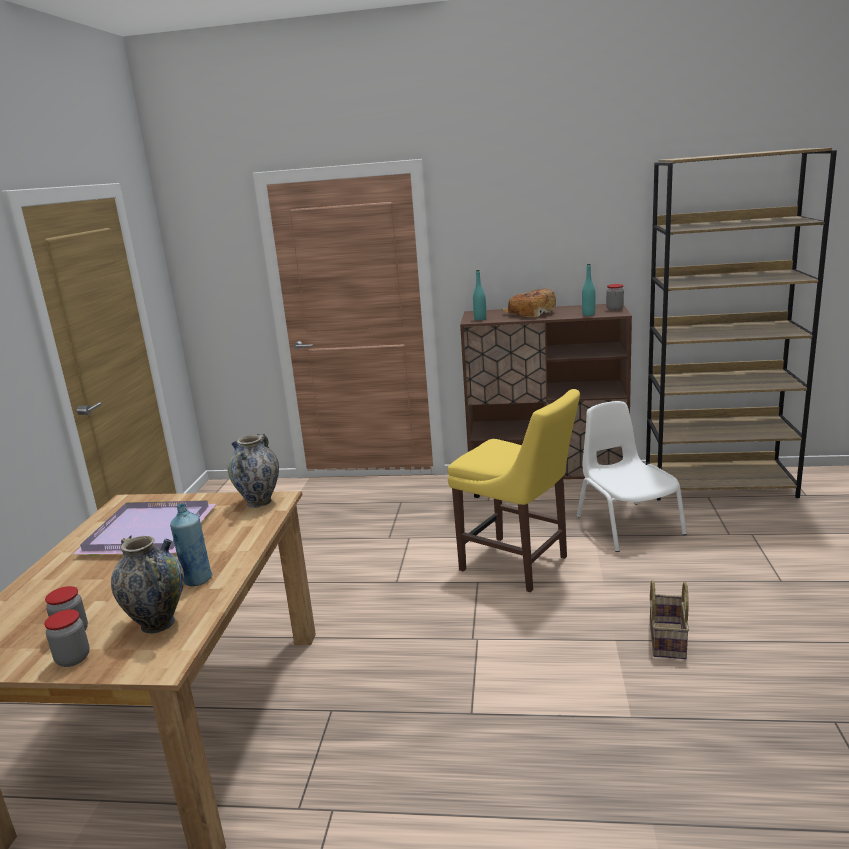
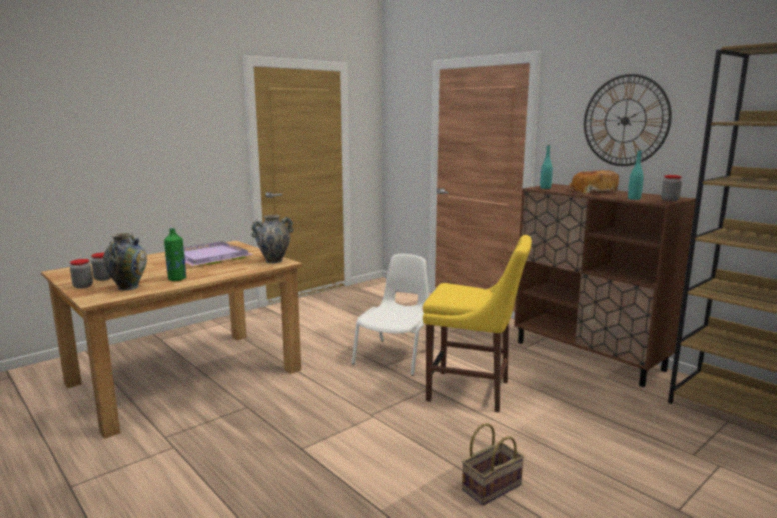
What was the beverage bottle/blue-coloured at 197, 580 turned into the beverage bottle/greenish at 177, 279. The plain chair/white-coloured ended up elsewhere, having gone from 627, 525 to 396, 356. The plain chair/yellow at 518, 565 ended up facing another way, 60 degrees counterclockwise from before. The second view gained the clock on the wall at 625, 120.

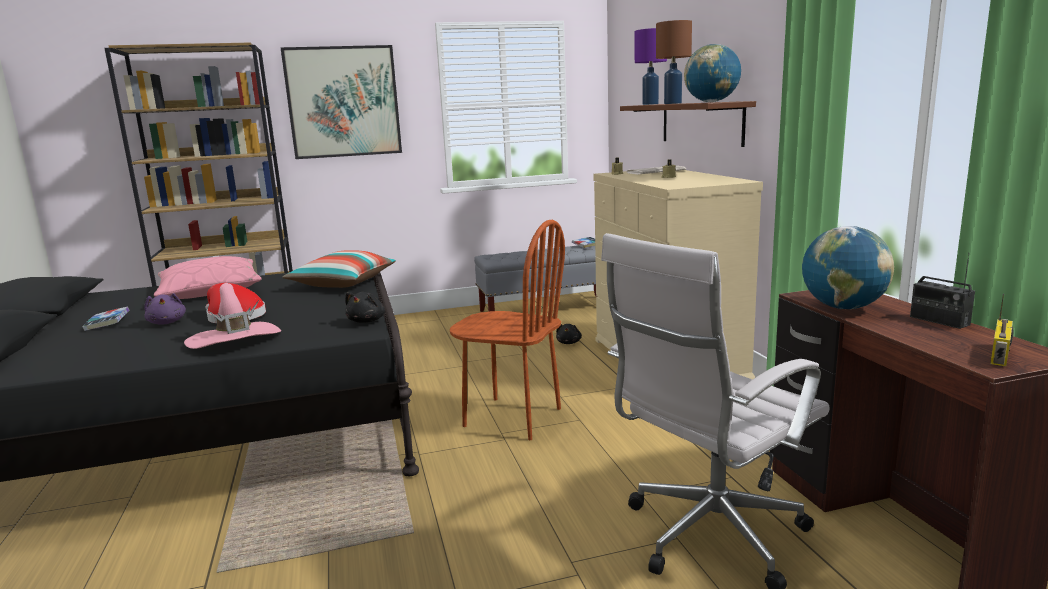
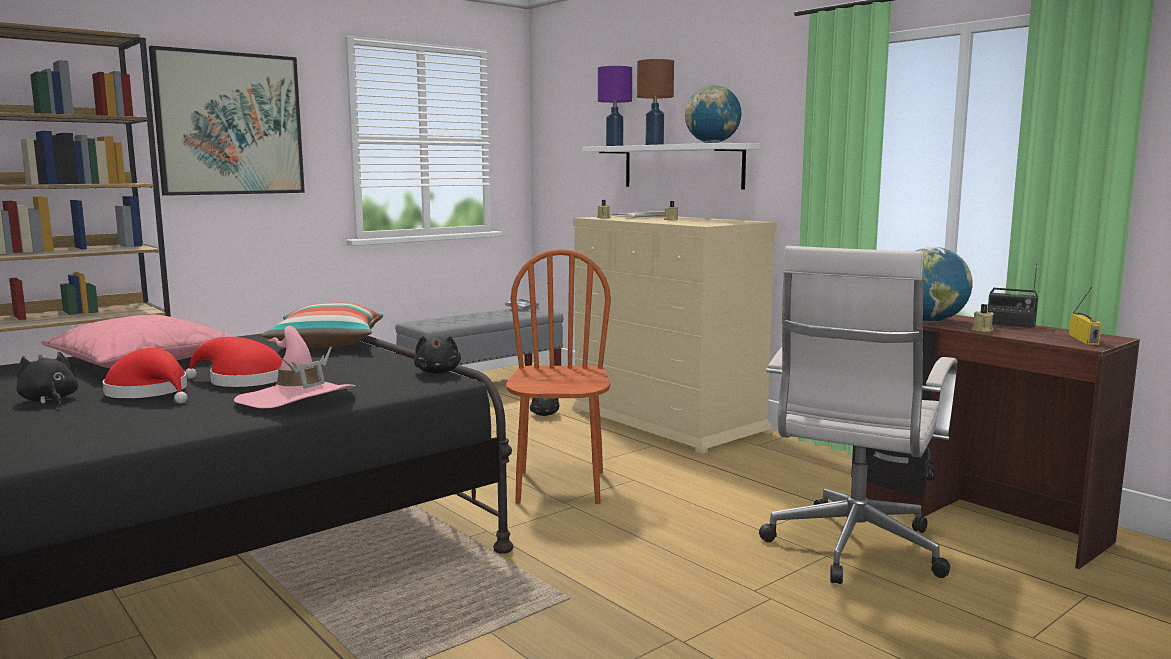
Where the volume stood at 107, 323, the cuddly toy/black-coloured came to stand at 49, 400. Where the cuddly toy/purple stood at 167, 322, the wearable hat/red-coloured came to stand at 151, 393. The plain chair/brown-coloured at 512, 417 ended up facing another way, 90 degrees counterclockwise from before. What was the bracket shelf/brown-coloured at 700, 123 turned into the bracket shelf/white-coloured at 682, 166. The second view gained the wax light/sand-coloured at 982, 330.

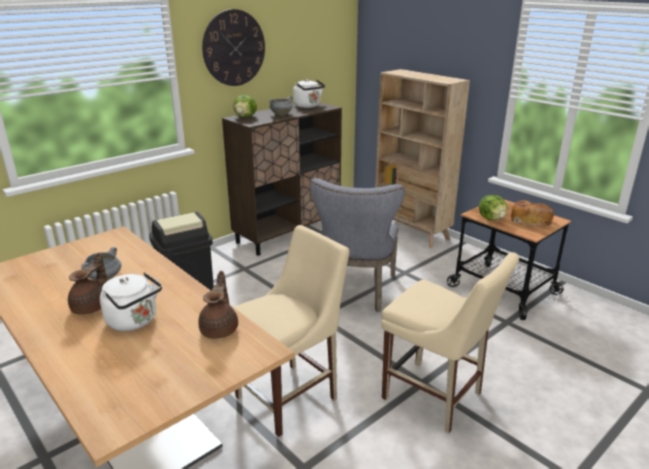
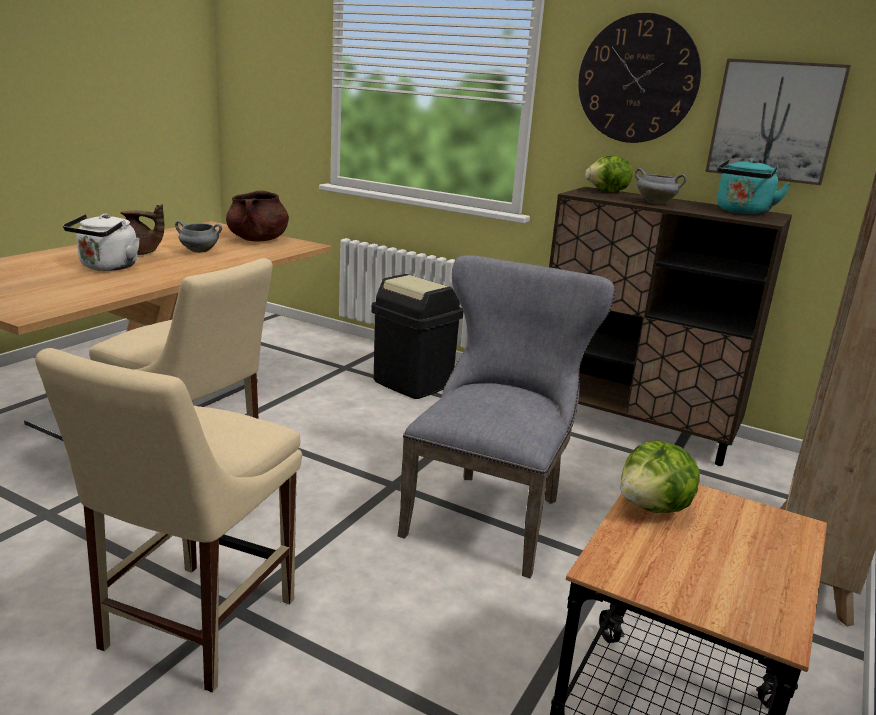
The second view gained the saucepot/brown-coloured at 258, 240. The plain chair/grey at 357, 292 ended up facing another way, 120 degrees clockwise from before. The second view gained the wall art at 774, 121. What was the tea kettle/white-coloured at 308, 106 turned into the tea kettle/turquoise at 742, 212. The second view lost the teapot/brown-coloured at 220, 329. The second view lost the bakery bread at 530, 220.

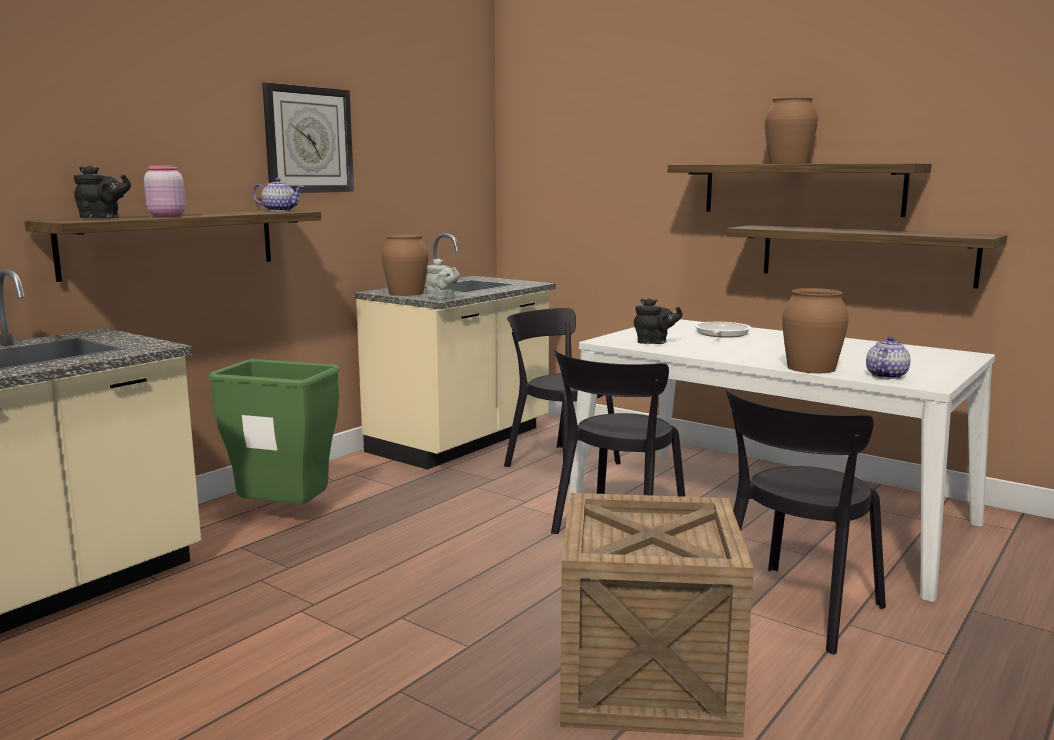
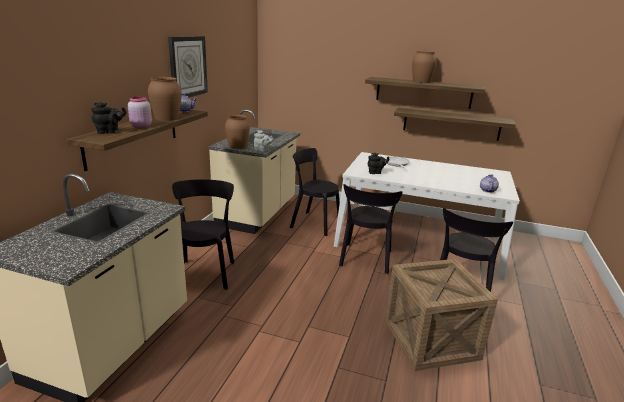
The decorative vase/brown-coloured ended up elsewhere, having gone from 810, 368 to 166, 118. Where the waste bin/greenish stood at 286, 515, the plain chair/black-coloured came to stand at 205, 273.

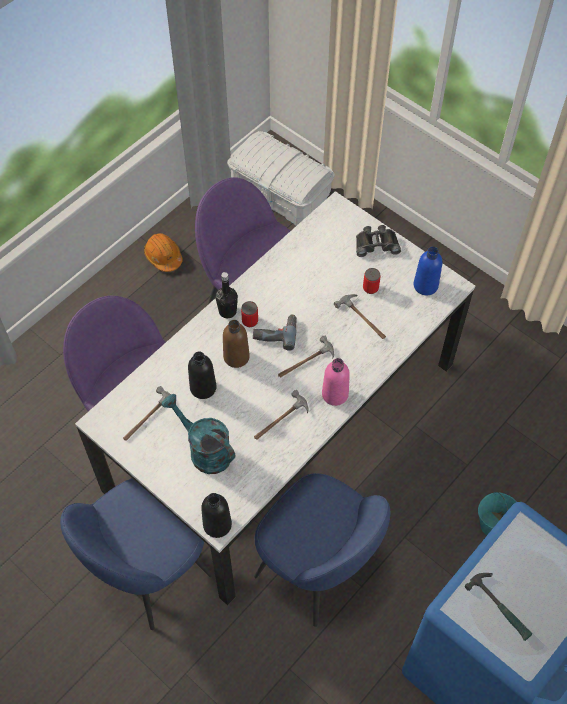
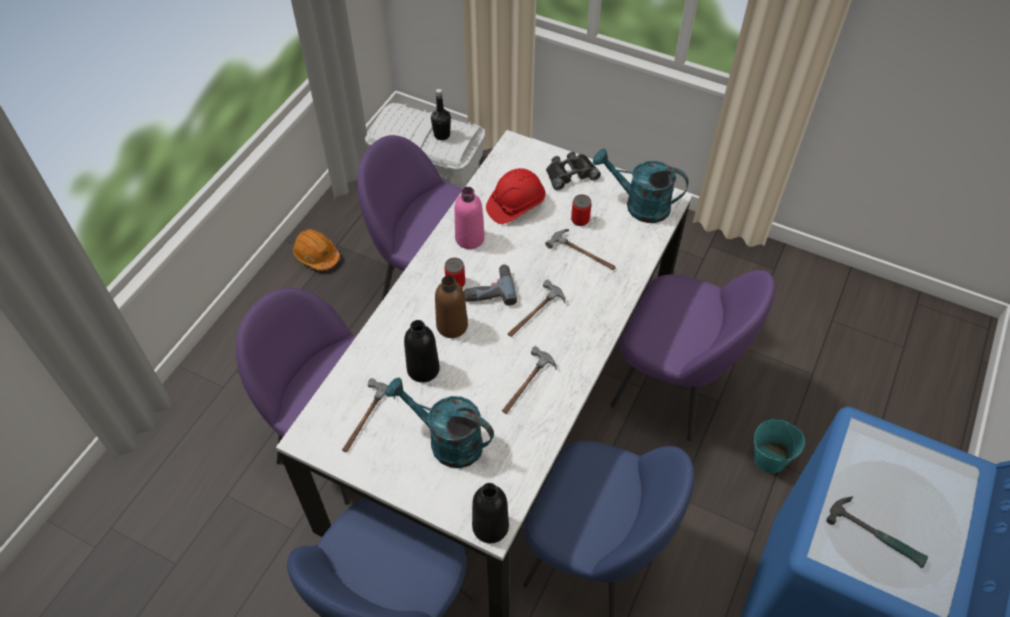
The beverage bottle/black-coloured ended up elsewhere, having gone from 227, 311 to 442, 135. The beverage bottle/pink-coloured ended up elsewhere, having gone from 335, 394 to 469, 238. The second view gained the safety helmet/red-coloured at 515, 205. Where the beverage bottle/blue-coloured stood at 425, 285, the sprinkling can/turquoise came to stand at 639, 205. The second view gained the plain chair/purple at 673, 385.

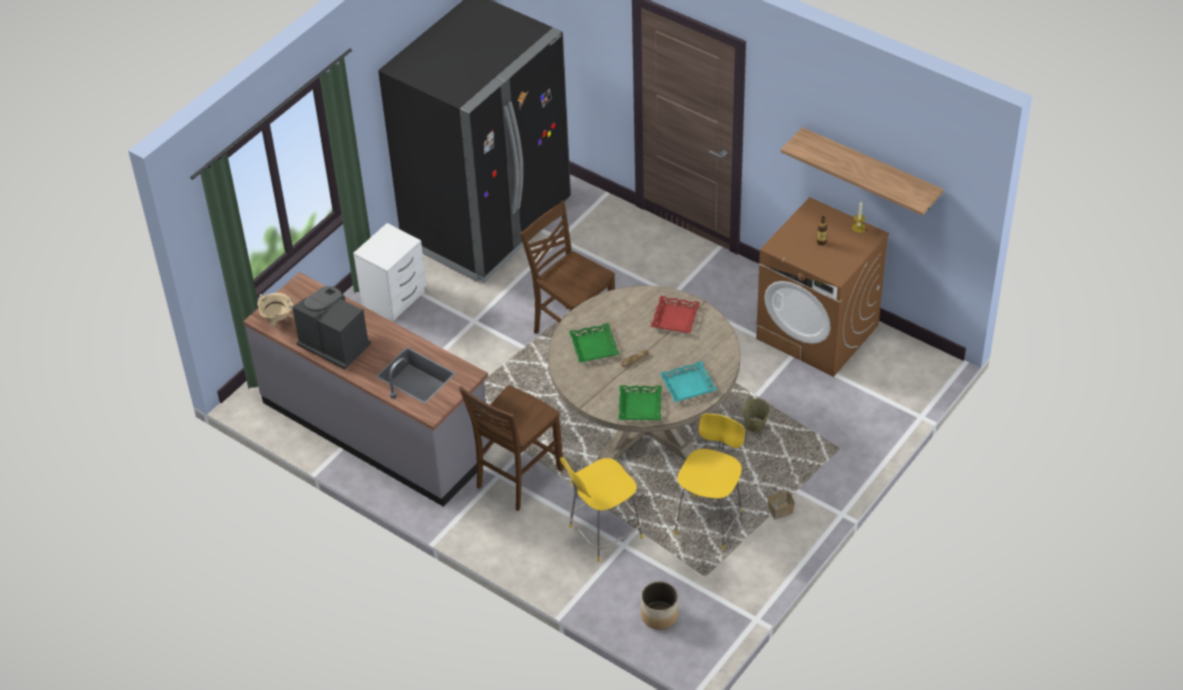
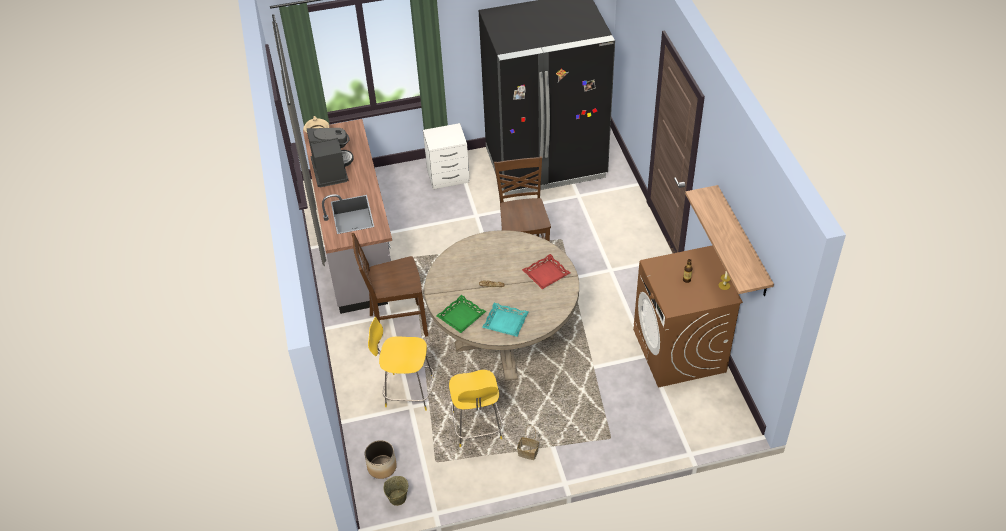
The water bucket/sand-coloured ended up elsewhere, having gone from 755, 425 to 397, 498. The plain chair/yellow at 709, 521 ended up facing another way, 105 degrees clockwise from before. The second view lost the carrying tray/greenish at 593, 346.

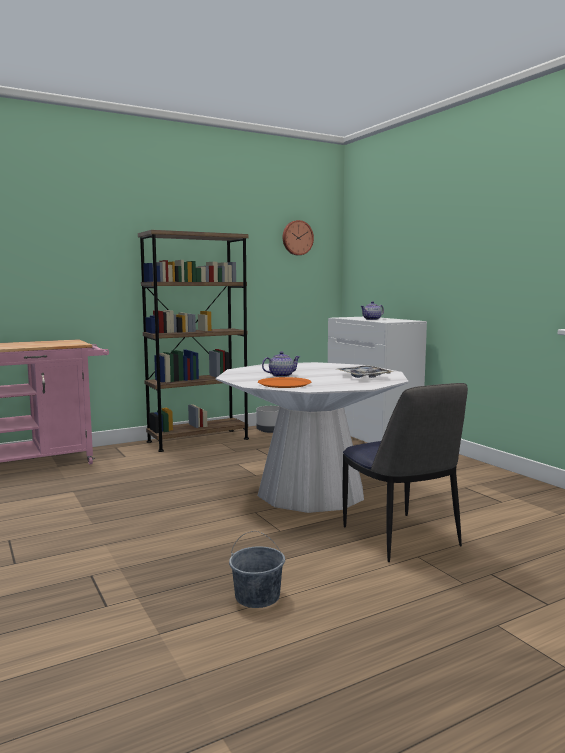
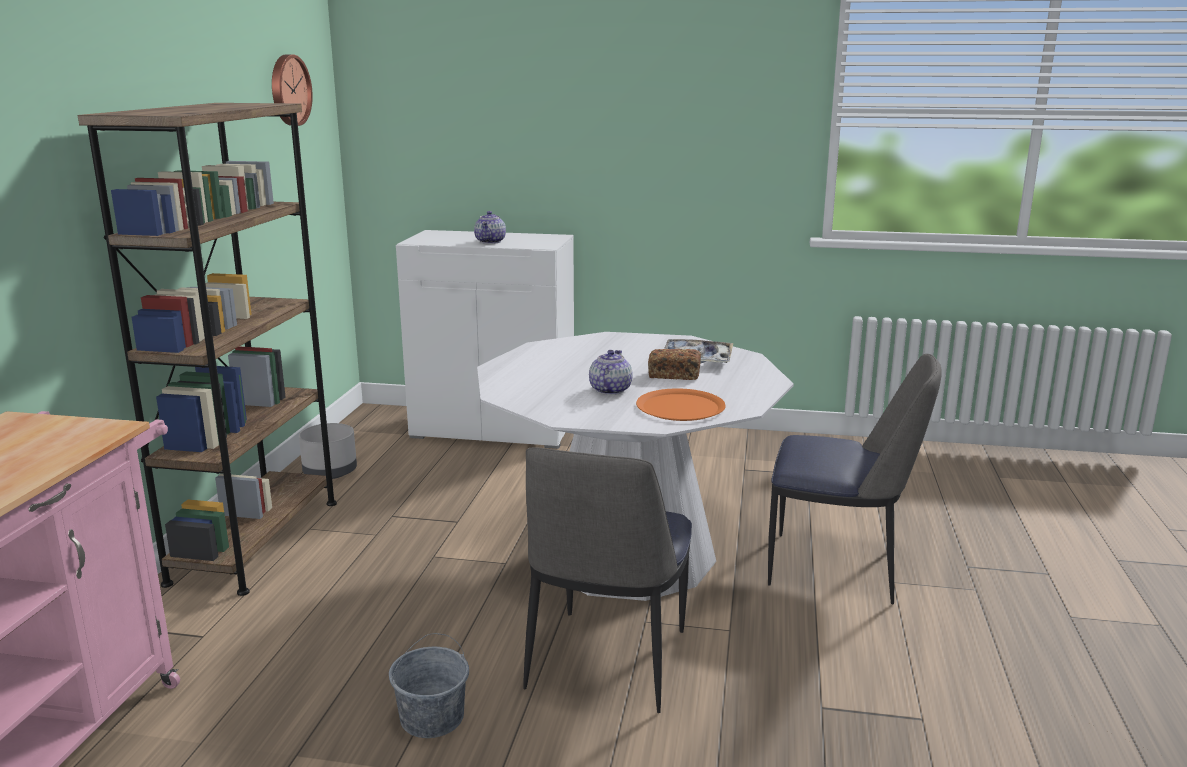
The water bucket/grey ended up elsewhere, having gone from 258, 597 to 432, 718. The second view gained the plain chair at 606, 663. The second view gained the bakery bread at 674, 375.

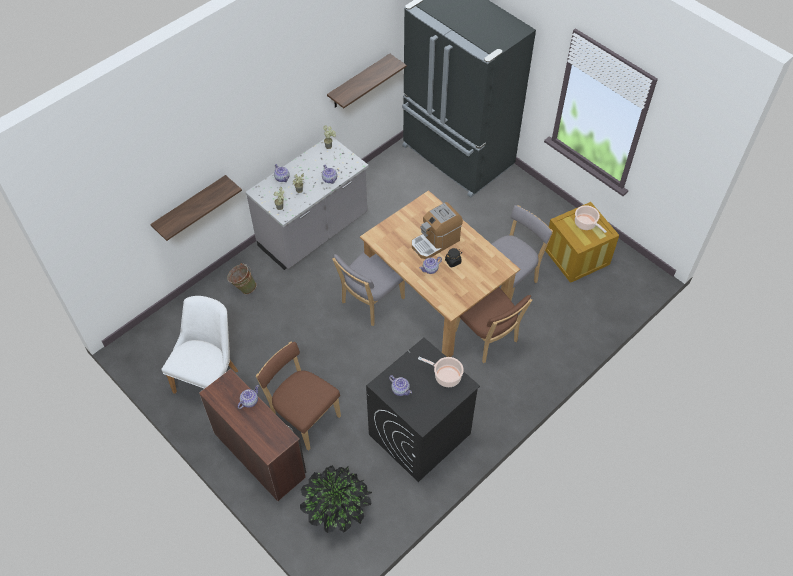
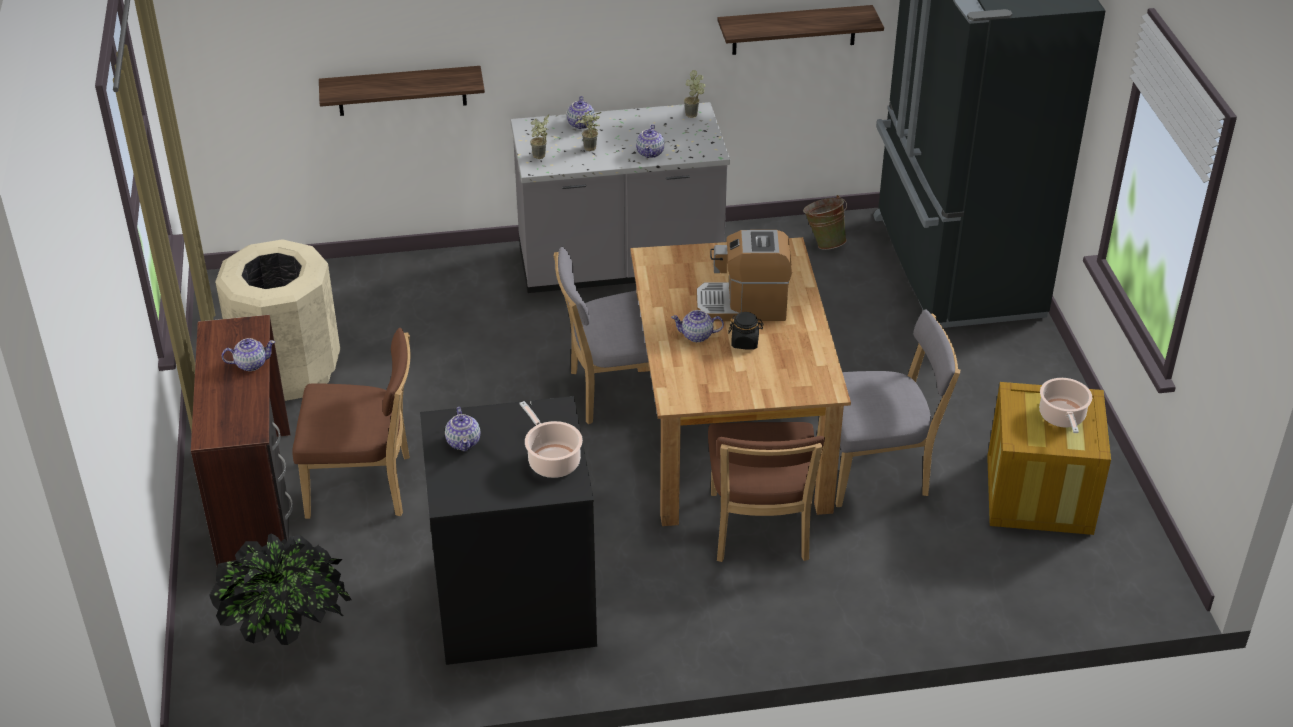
Where the plain chair/white-coloured stood at 210, 376, the waste bin/sand-coloured came to stand at 289, 371. The plain chair/brown-coloured at 303, 417 ended up facing another way, 105 degrees clockwise from before. The water bucket/greenish ended up elsewhere, having gone from 243, 288 to 824, 243.

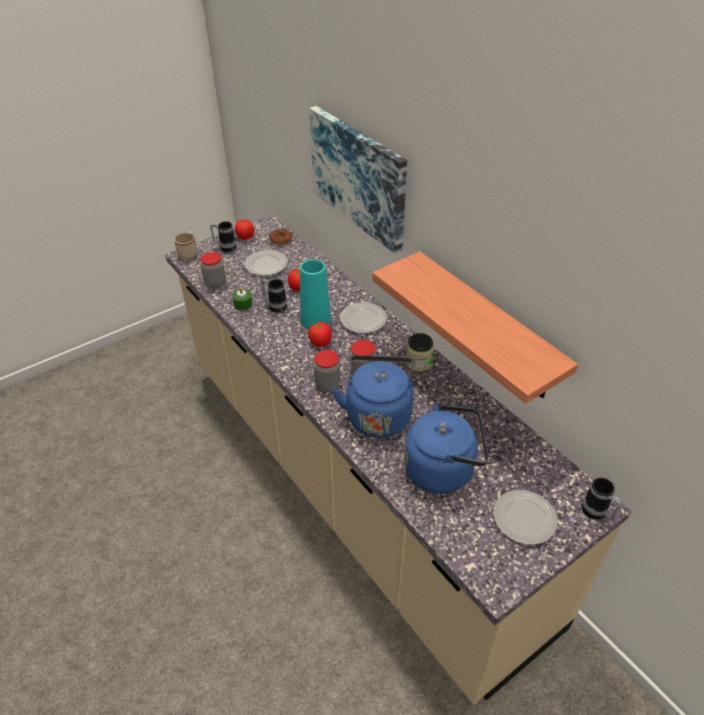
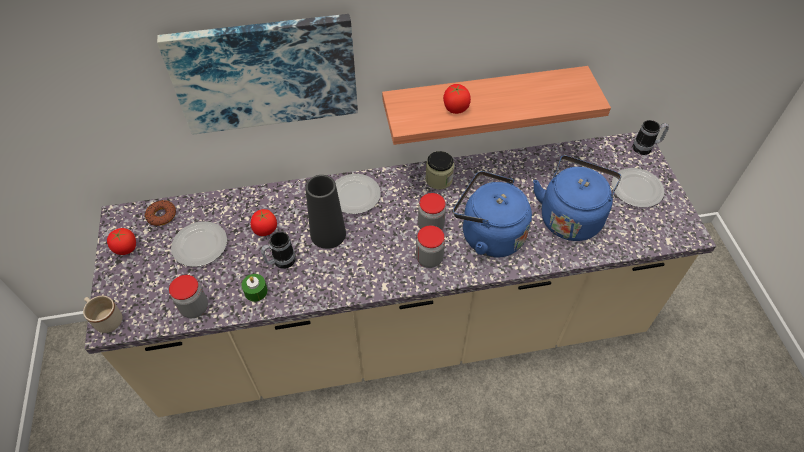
What was the decorative vase/turquoise at 315, 319 turned into the decorative vase/black-coloured at 328, 234. The tomato ended up elsewhere, having gone from 320, 342 to 455, 109. The second view lost the tea mug at 225, 248.

